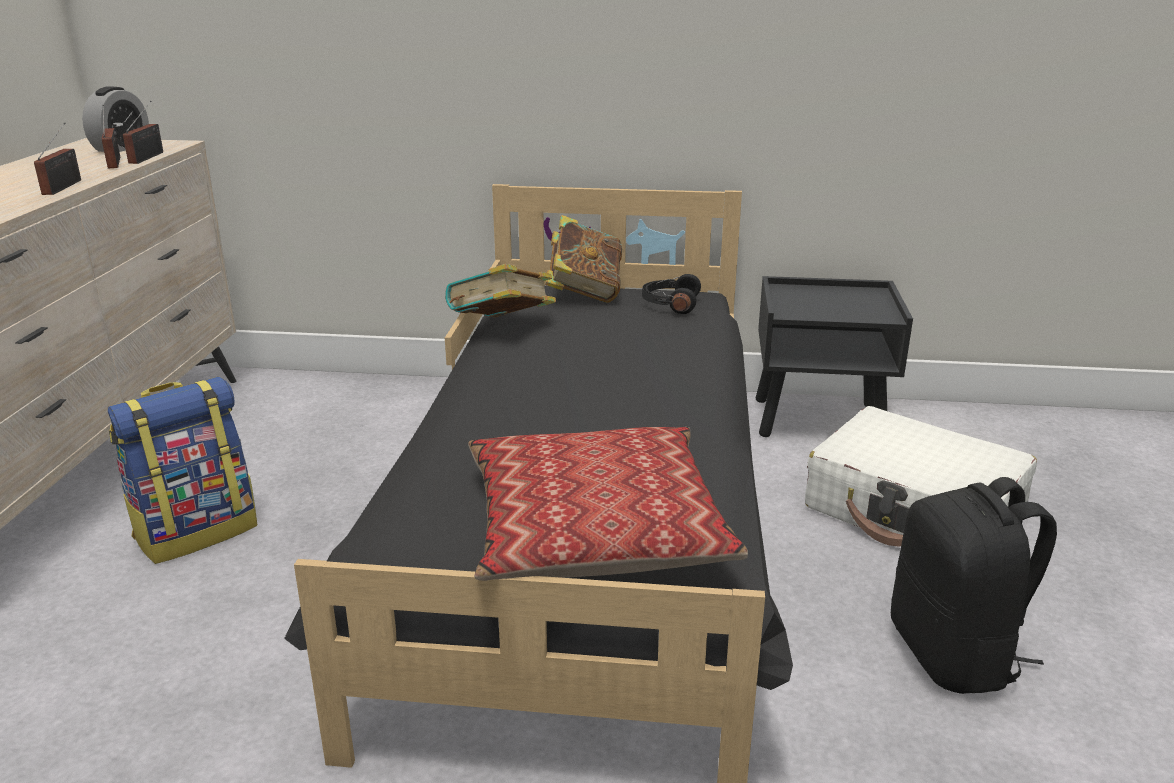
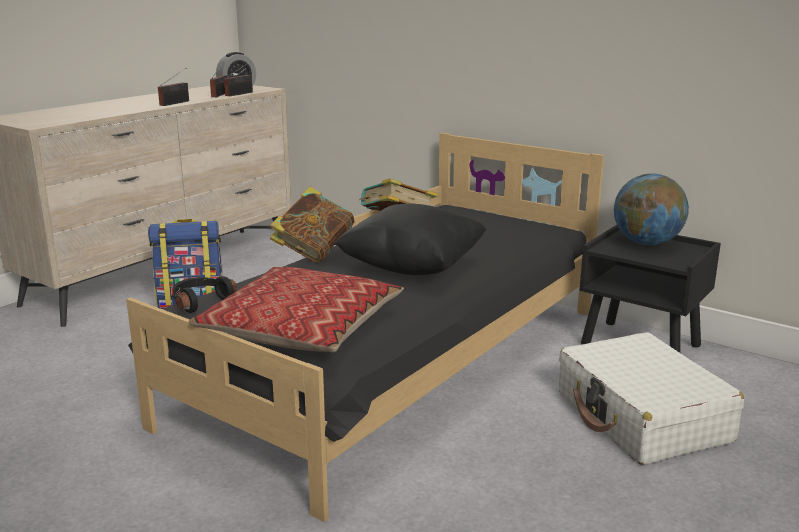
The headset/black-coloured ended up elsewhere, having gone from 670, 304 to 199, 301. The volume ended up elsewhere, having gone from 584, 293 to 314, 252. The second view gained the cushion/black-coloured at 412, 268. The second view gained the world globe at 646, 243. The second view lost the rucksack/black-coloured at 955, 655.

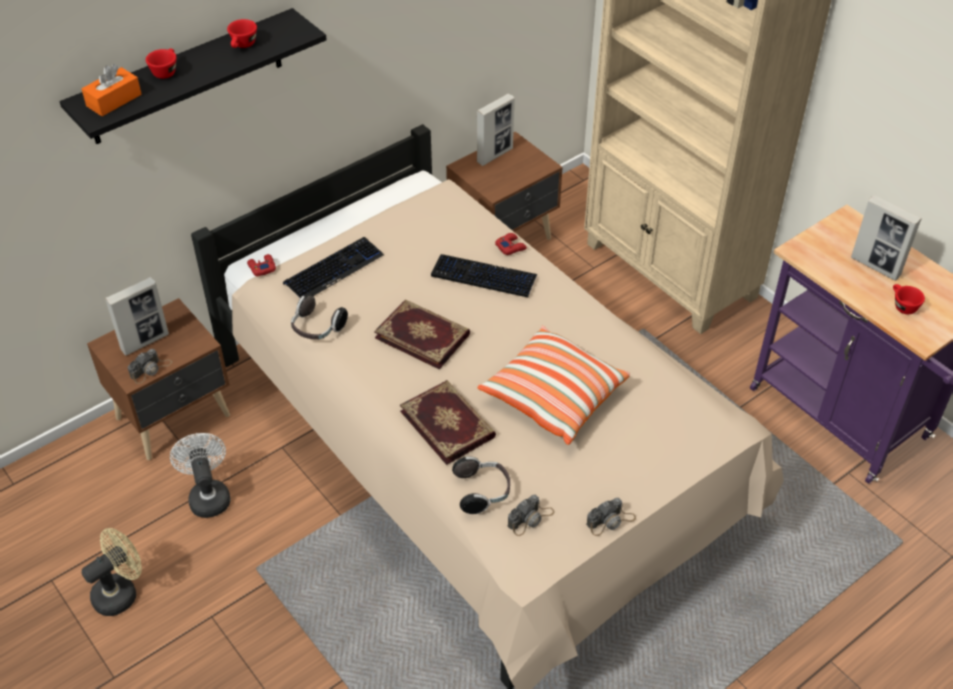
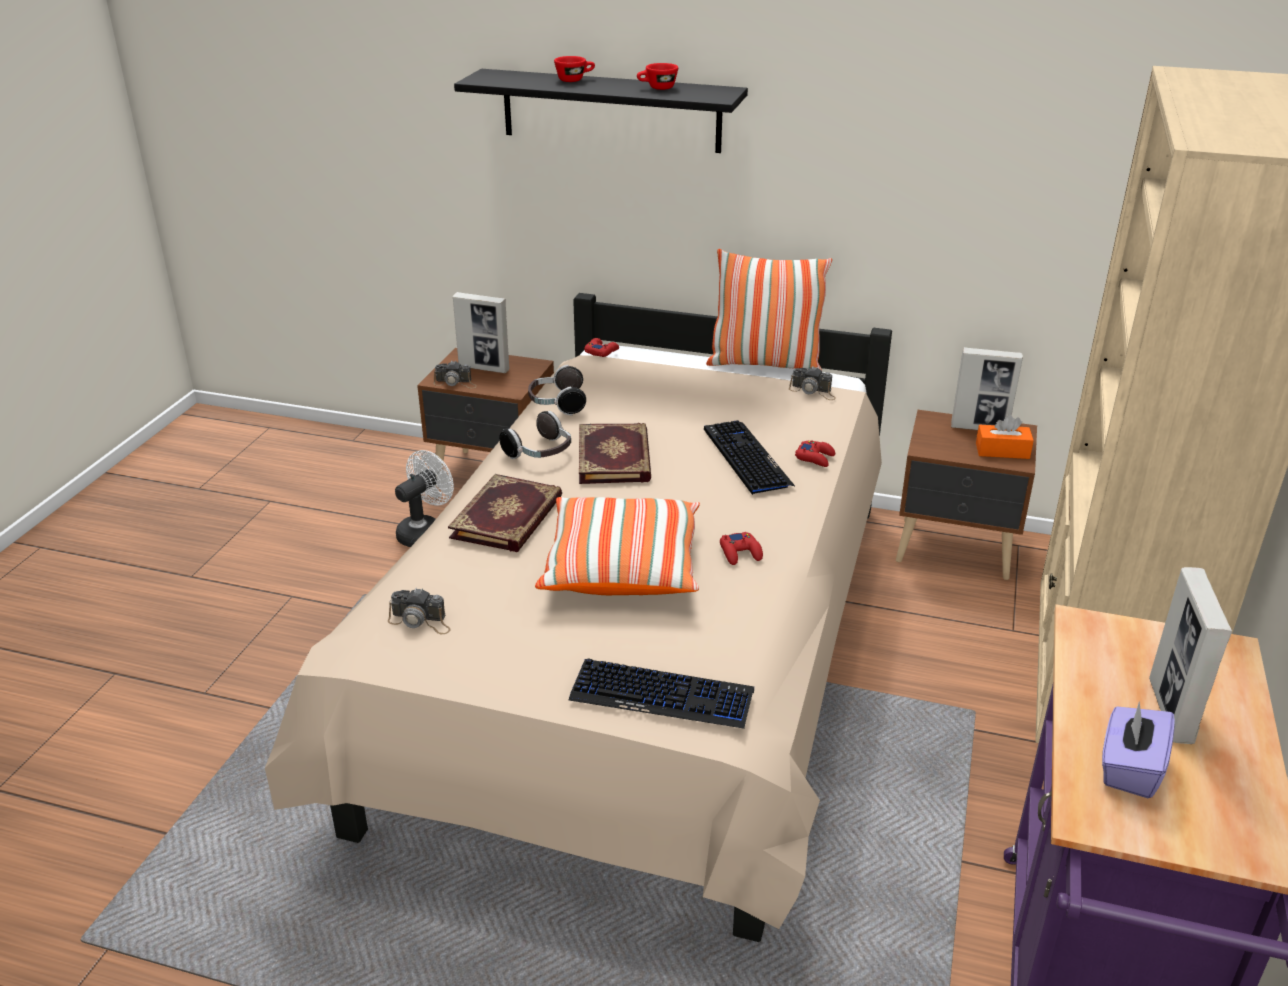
The headset ended up elsewhere, having gone from 482, 492 to 540, 453. The PC keyboard ended up elsewhere, having gone from 334, 270 to 662, 696. The second view gained the cushion at 764, 364. The second view gained the game controller/red-coloured at 740, 553. The still camera ended up elsewhere, having gone from 610, 521 to 813, 391. The tissue holder/orange ended up elsewhere, having gone from 114, 100 to 1002, 451. Where the cup/red-coloured stood at 902, 305, the tissue holder/purple came to stand at 1129, 769. The second view lost the fan/sand-coloured at 121, 592.

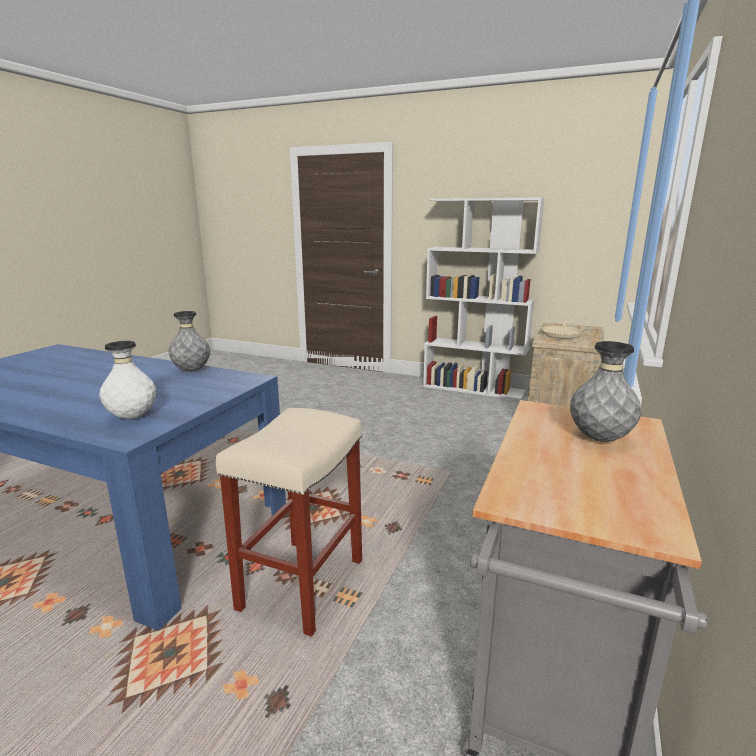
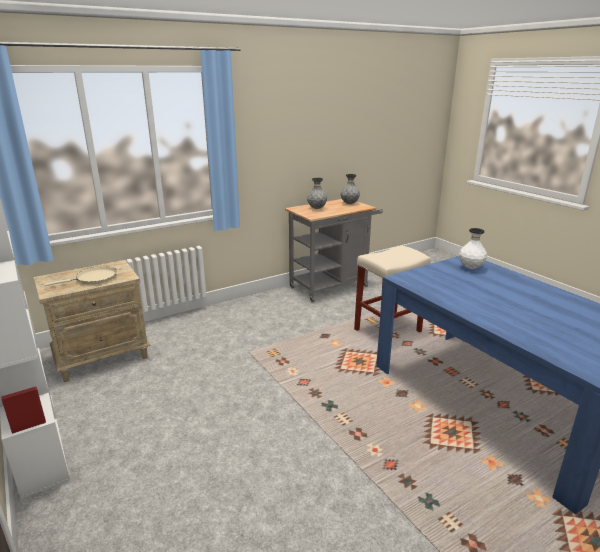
The decorative vase/grey ended up elsewhere, having gone from 192, 371 to 349, 204.

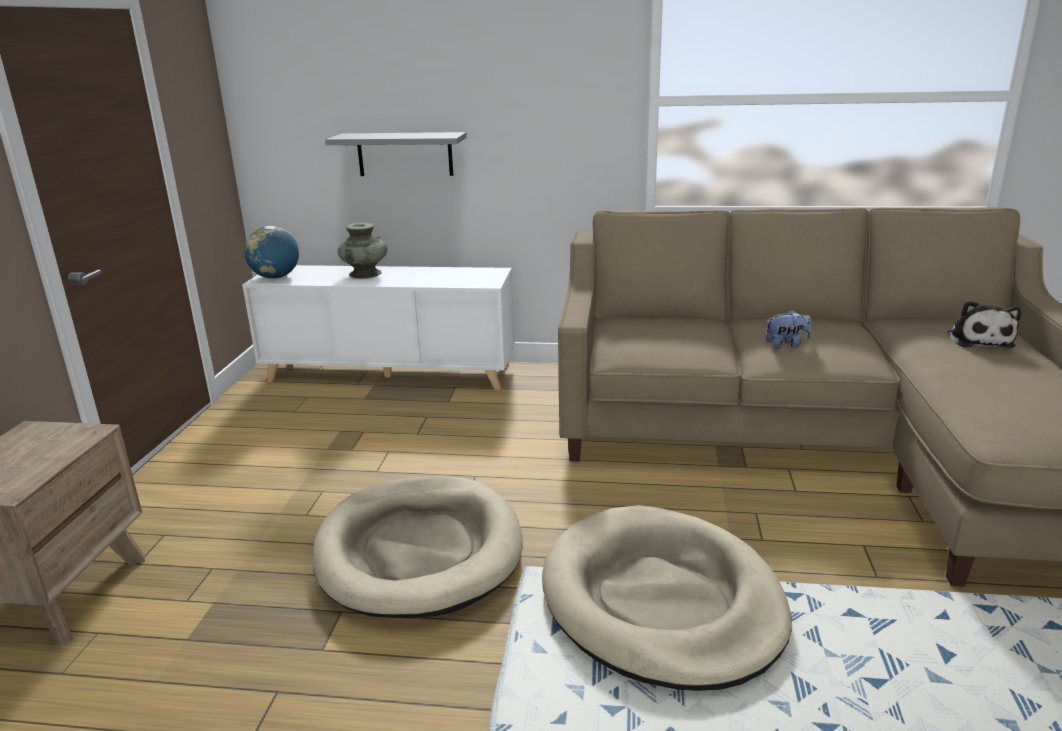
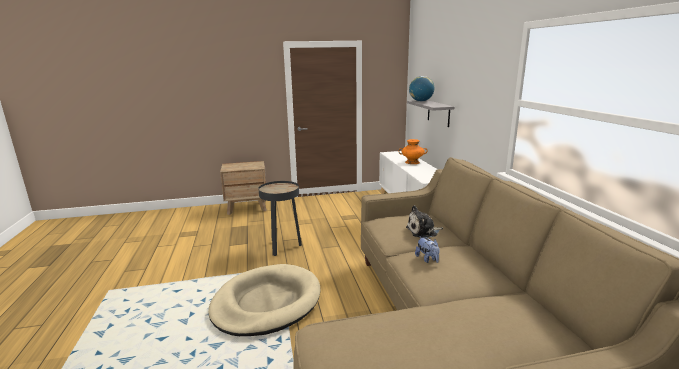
Where the pet bed/sand-coloured stood at 419, 551, the end table/black-coloured came to stand at 283, 247. What was the decorative vase/turquoise at 365, 274 turned into the decorative vase/orange at 412, 162. The cuddly toy ended up elsewhere, having gone from 979, 340 to 423, 231. The world globe ended up elsewhere, having gone from 275, 277 to 421, 101.

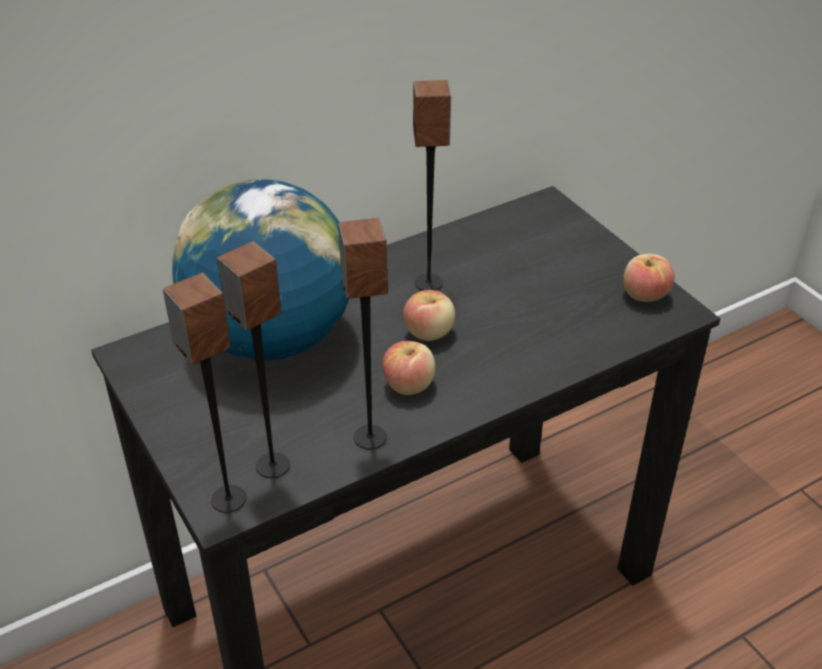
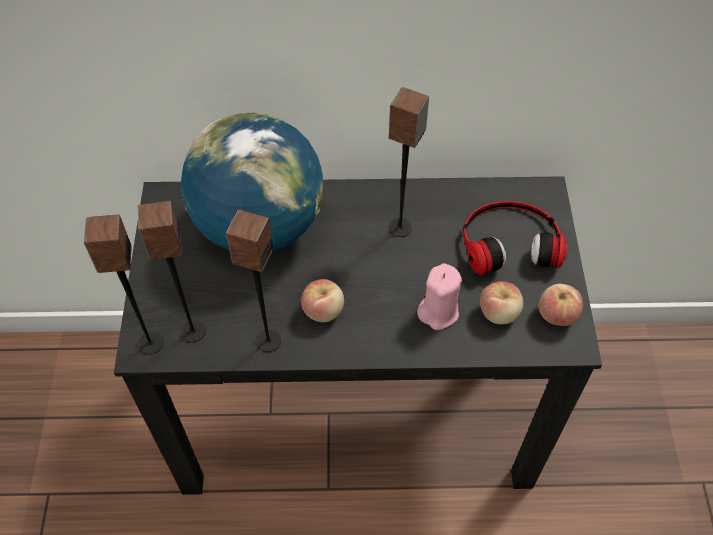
The second view gained the wax light/pink-coloured at 438, 311. The second view gained the headset at 509, 241. The whole apple ended up elsewhere, having gone from 429, 332 to 499, 313.

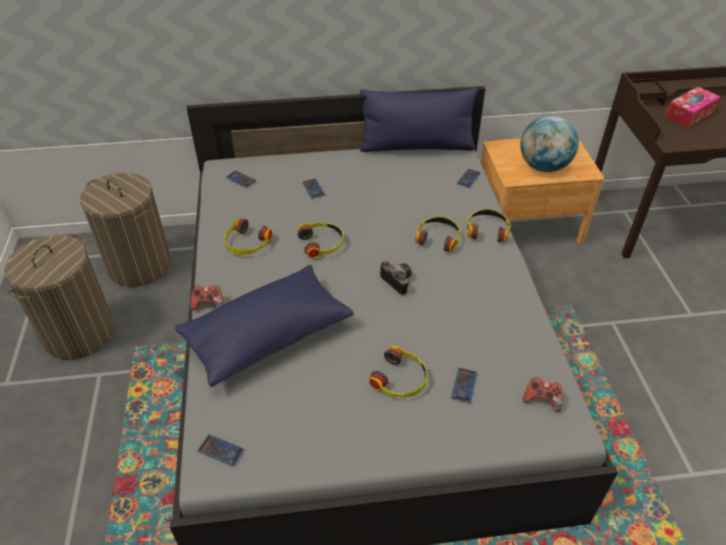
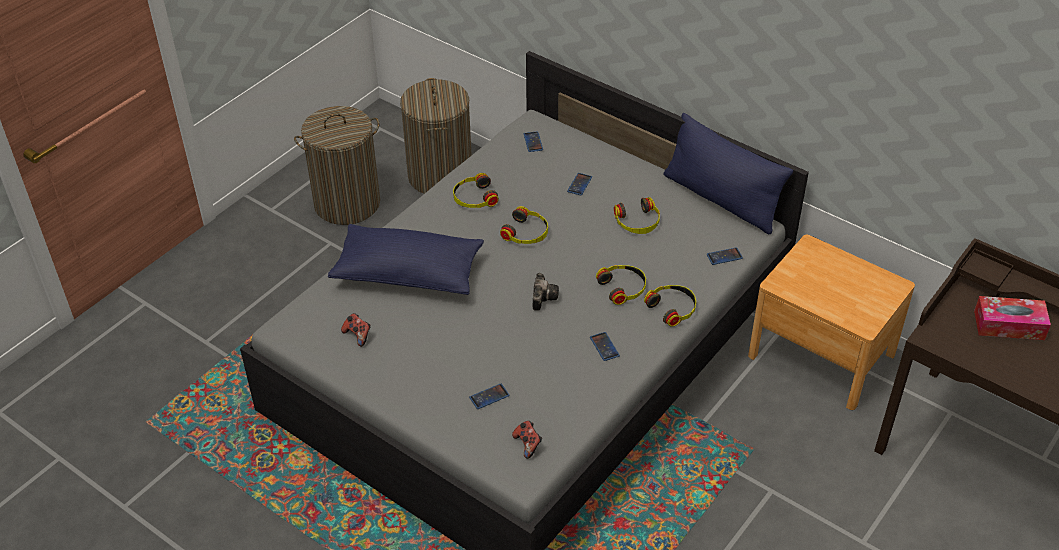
The game controller ended up elsewhere, having gone from 208, 304 to 358, 335. The phone ended up elsewhere, having gone from 221, 450 to 604, 347. The headset ended up elsewhere, having gone from 400, 379 to 637, 222. The second view lost the world globe at 543, 167.

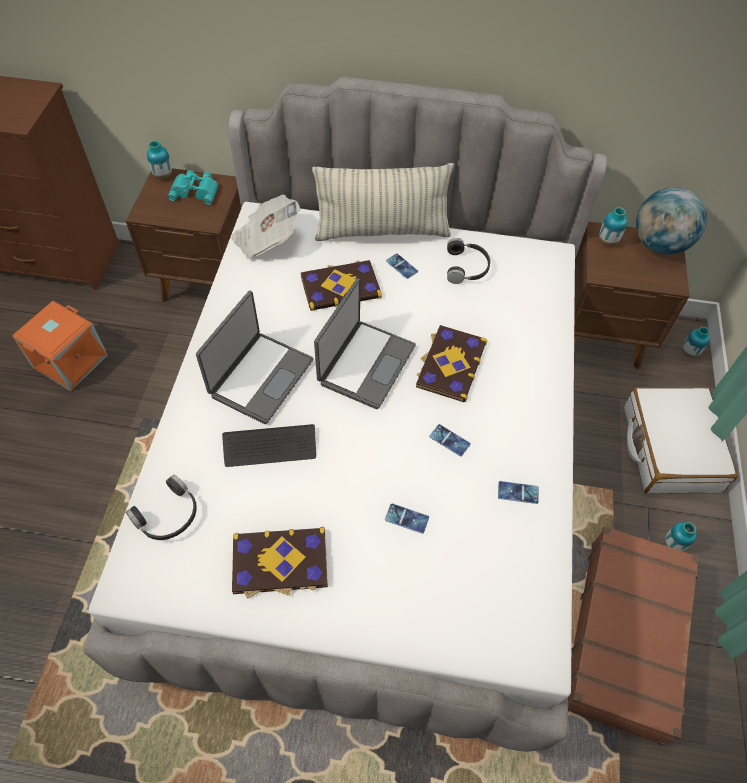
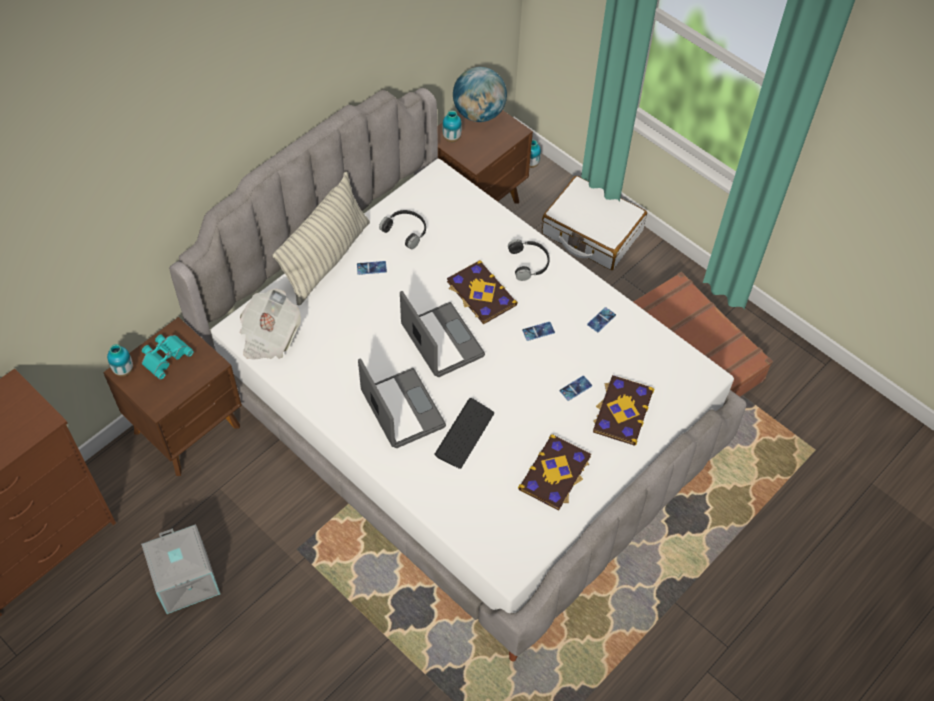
What was the storage bin/orange at 71, 362 turned into the storage bin/grey at 187, 580. The headset/black-coloured ended up elsewhere, having gone from 169, 516 to 529, 263. The volume ended up elsewhere, having gone from 340, 286 to 622, 411. The second view lost the decorative vase at 673, 544.

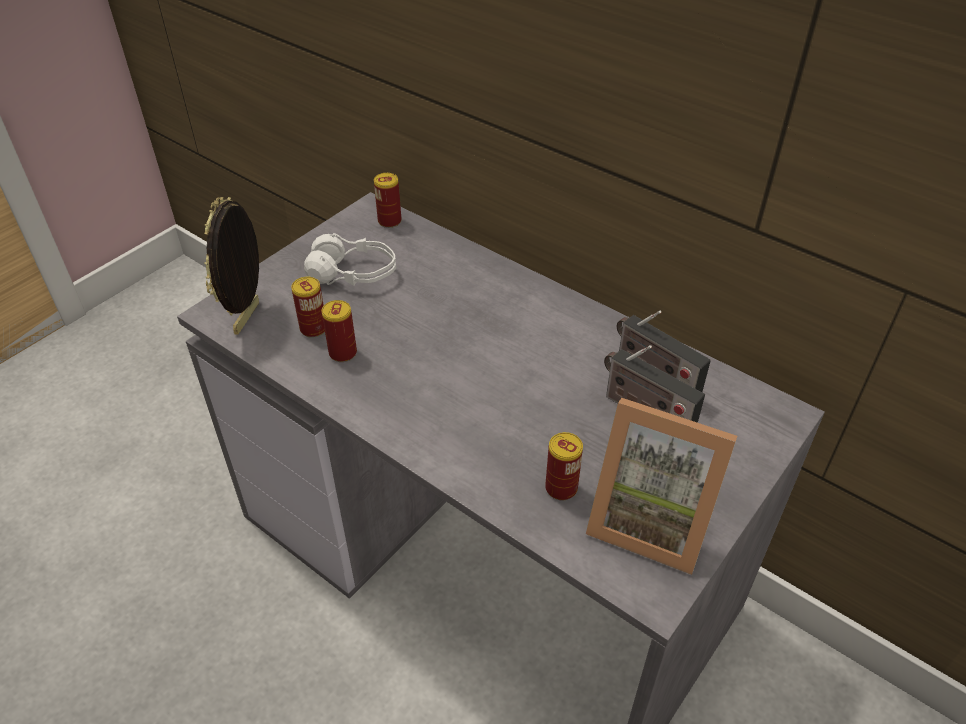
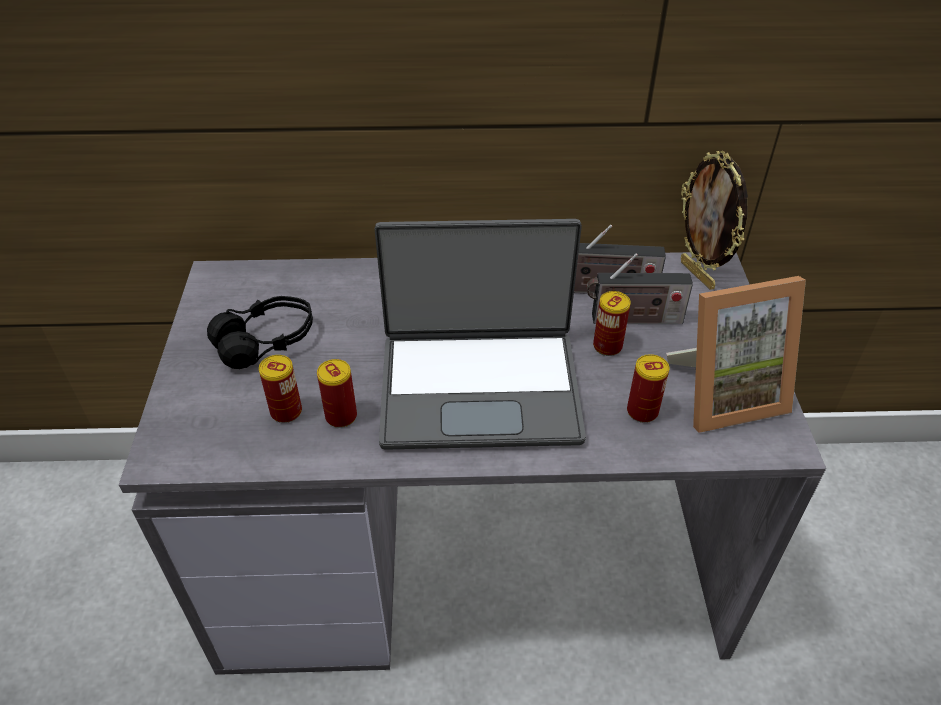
What was the headset/white-coloured at 353, 274 turned into the headset/black-coloured at 266, 342. The second view gained the notebook computer at 480, 387. The metal can ended up elsewhere, having gone from 389, 221 to 607, 346. The photo frame ended up elsewhere, having gone from 249, 318 to 698, 274.

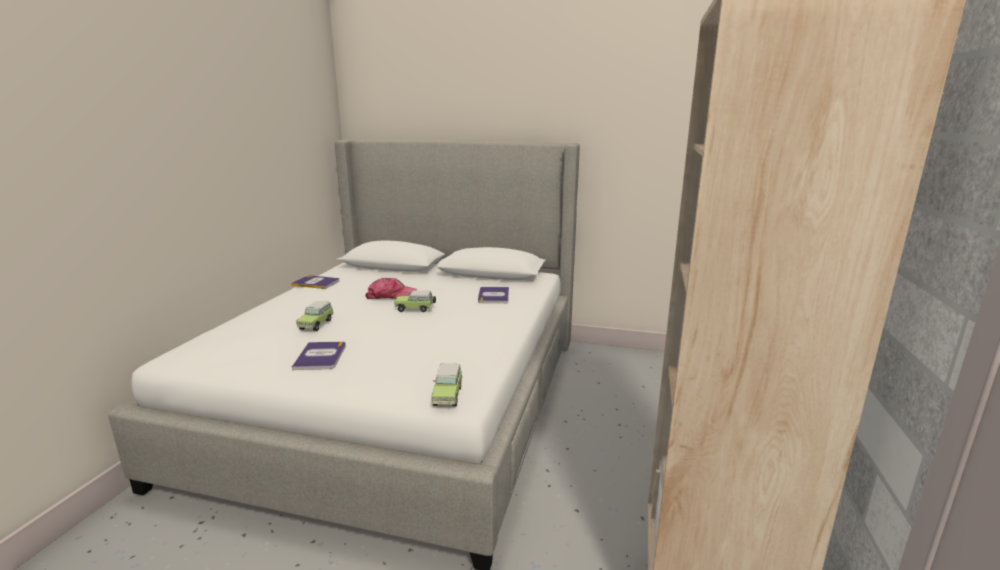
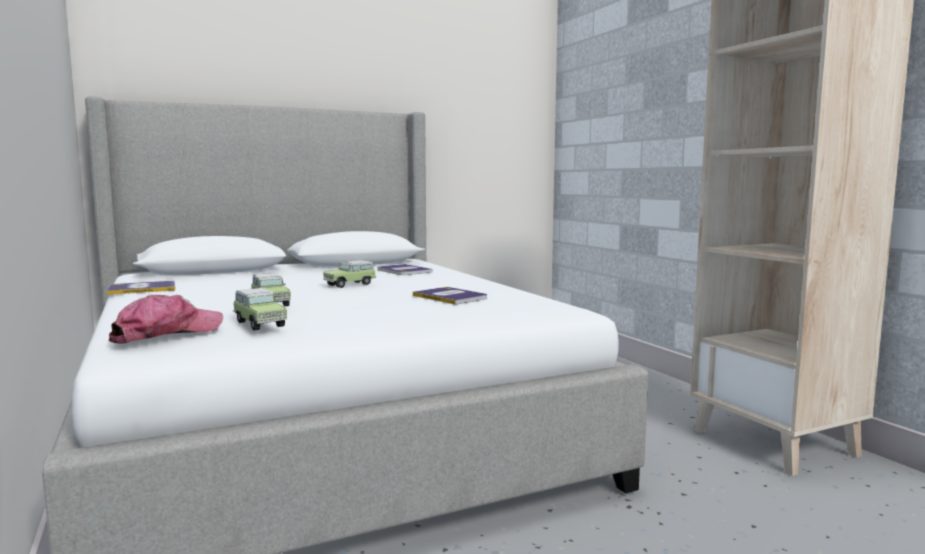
The baseball cap ended up elsewhere, having gone from 391, 296 to 167, 333. The toy car ended up elsewhere, having gone from 447, 395 to 259, 324. The volume ended up elsewhere, having gone from 320, 356 to 450, 297.

